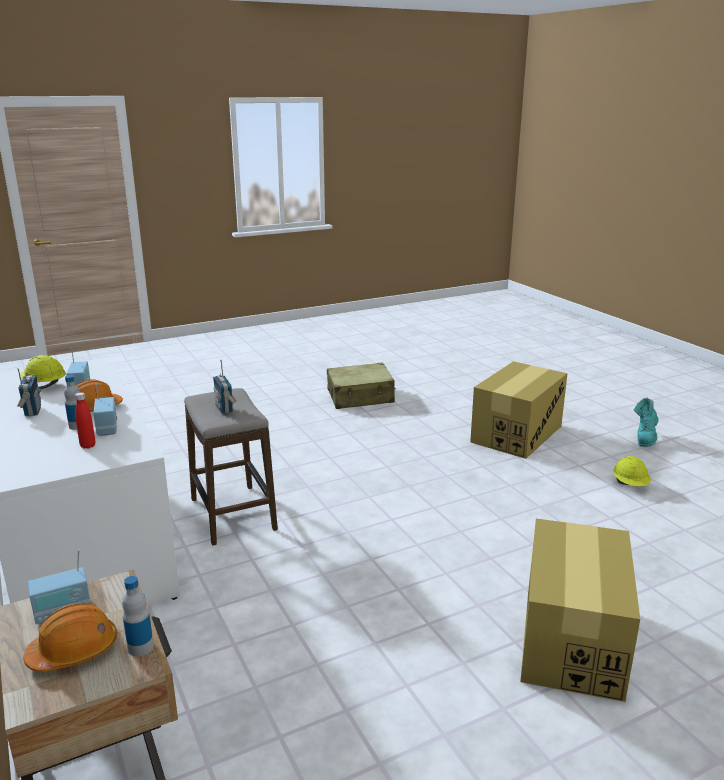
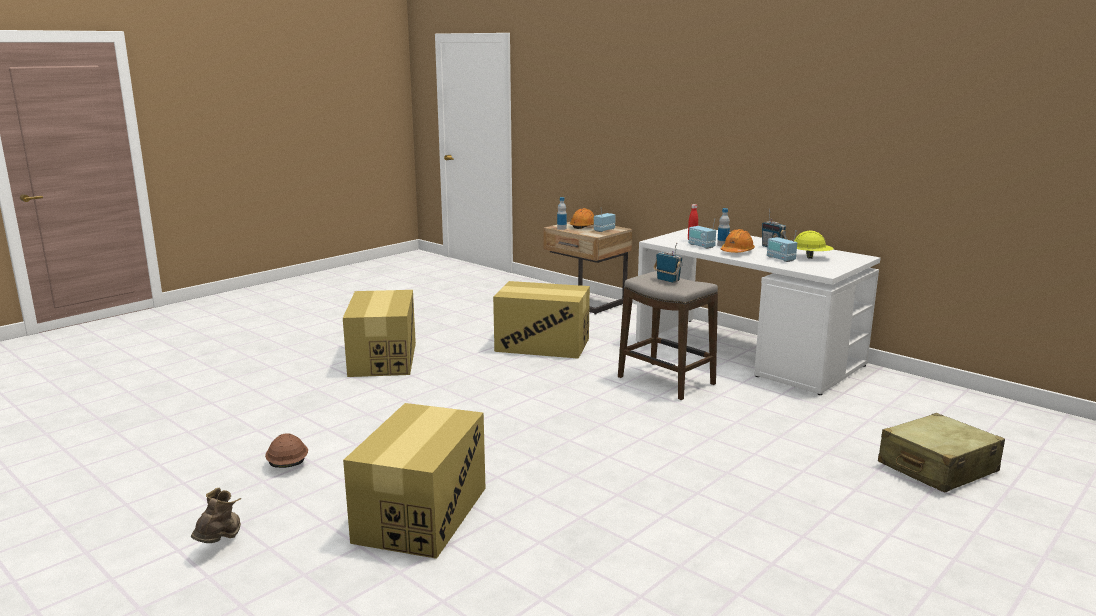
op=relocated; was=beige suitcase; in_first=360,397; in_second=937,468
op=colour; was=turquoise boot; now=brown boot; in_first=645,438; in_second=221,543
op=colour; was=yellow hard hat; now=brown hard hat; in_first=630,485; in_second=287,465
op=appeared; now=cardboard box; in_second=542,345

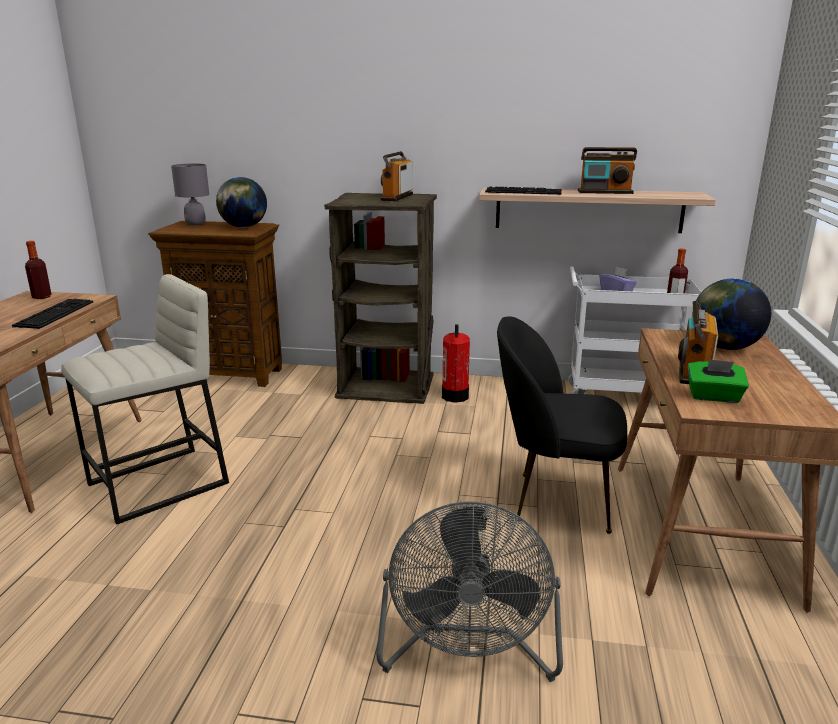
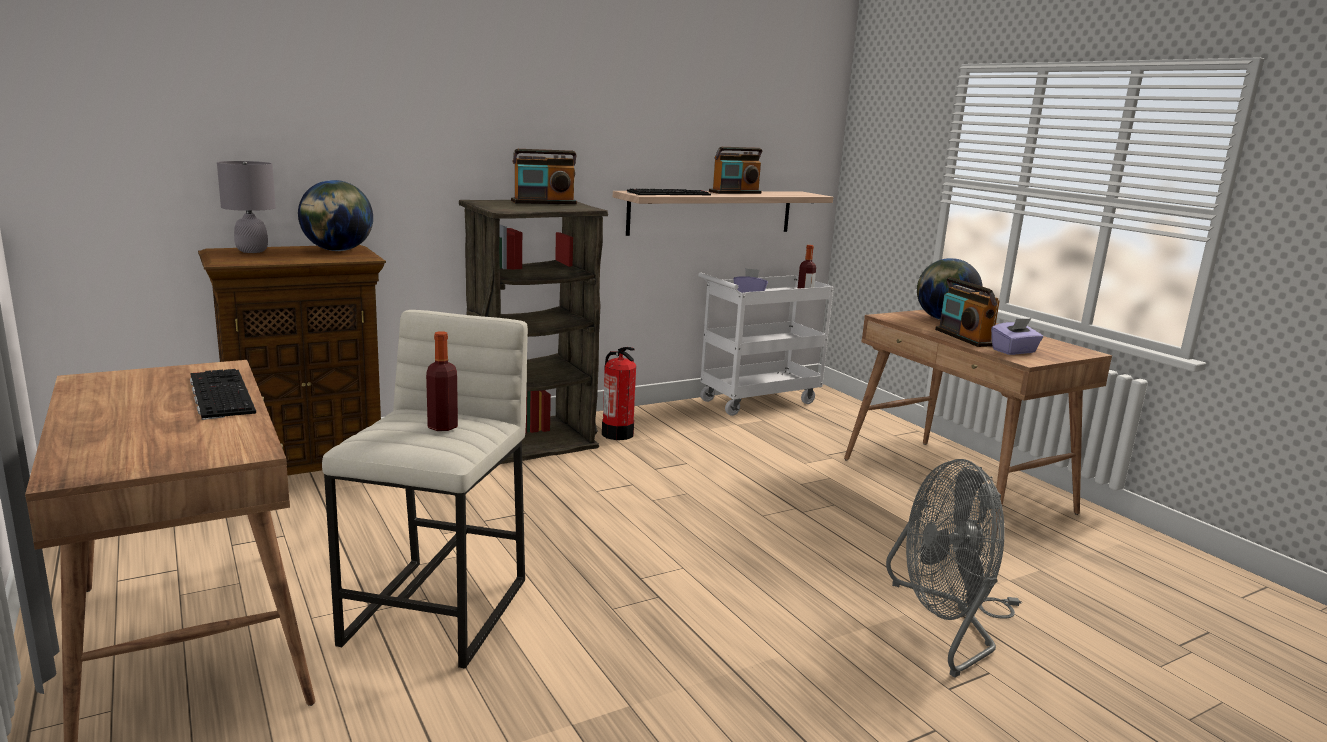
op=spun; was=radio; in_first=397,197; in_second=544,202; clockwise=-90
op=relocated; was=bottle; in_first=42,297; in_second=442,426
op=missing; was=black chair; in_first=552,501
op=colour; was=green tissue box; now=purple tissue box; in_first=713,397; in_second=1014,351
op=spun; was=grey fan; in_first=462,648; in_second=950,623; clockwise=120

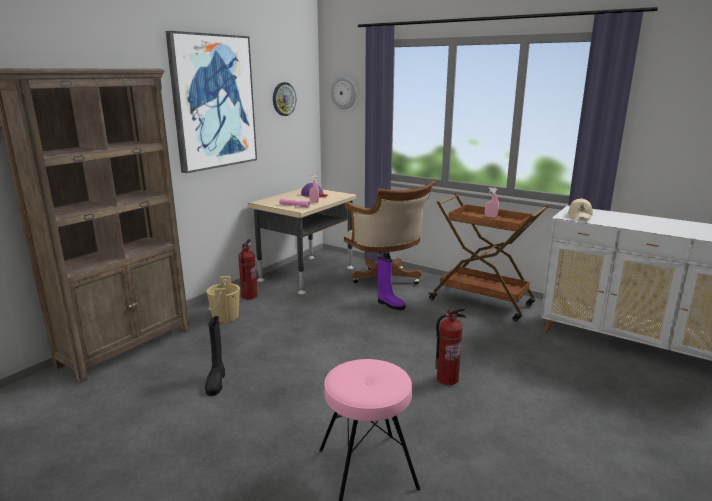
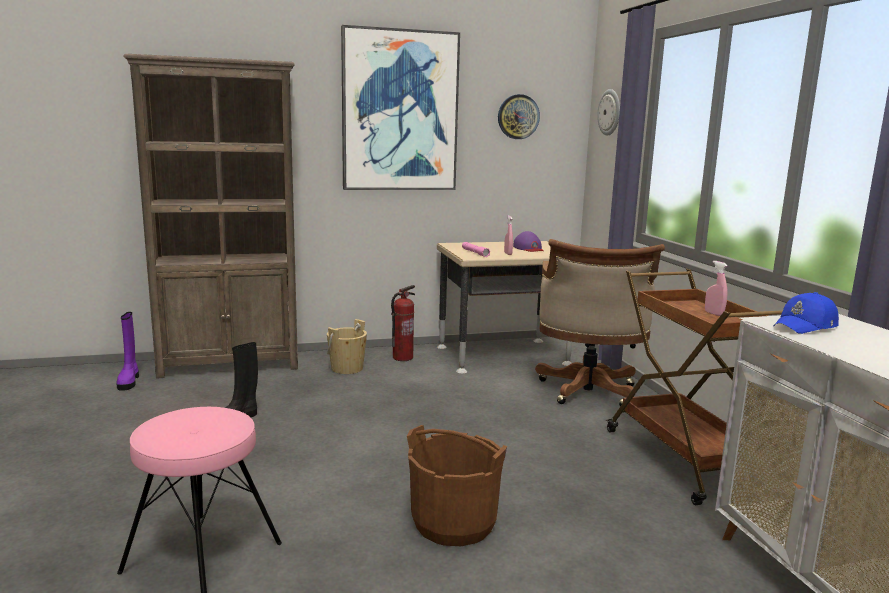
op=colour; was=beige cap; now=blue cap; in_first=580,215; in_second=806,326
op=relocated; was=purple boot; in_first=390,305; in_second=129,381
op=exchanged; was=fire extinguisher; now=brown bucket; in_first=447,379; in_second=454,523

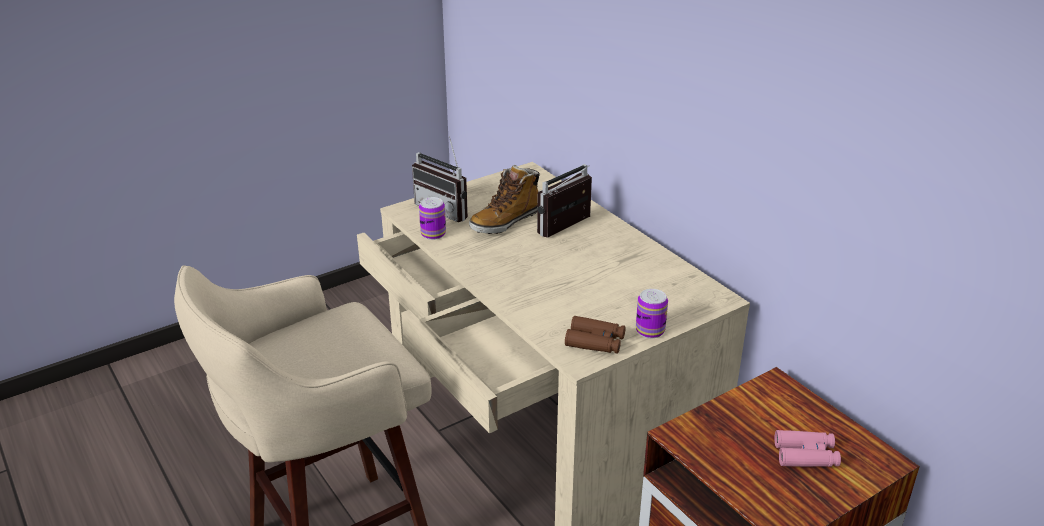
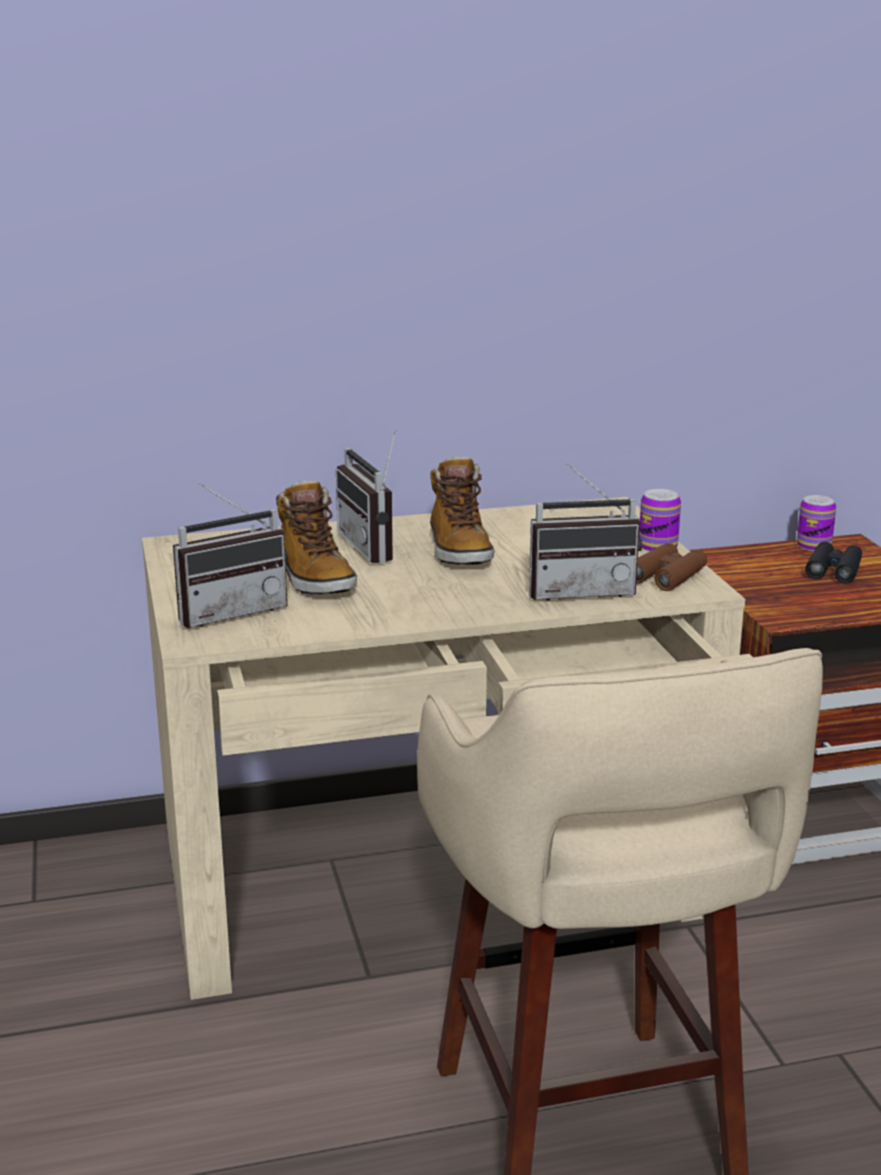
op=relocated; was=can; in_first=433,234; in_second=813,546
op=colour; was=pink binoculars; now=black binoculars; in_first=806,455; in_second=833,570
op=appeared; now=boot; in_second=459,550
op=appeared; now=radio; in_second=580,590

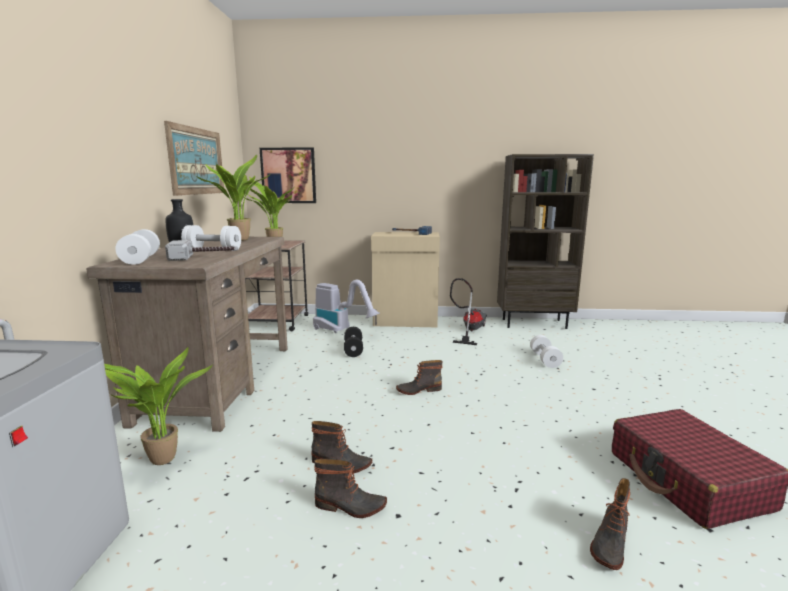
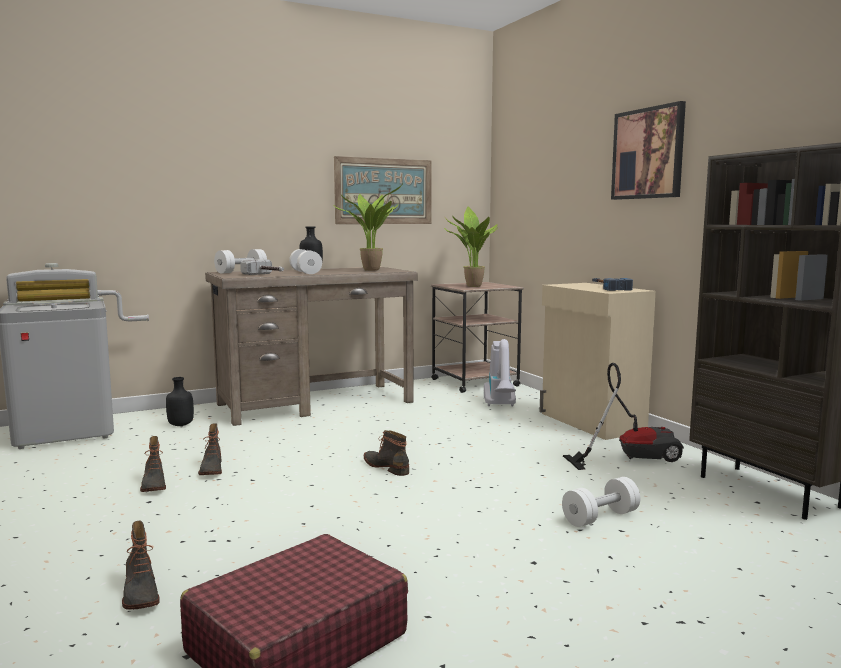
op=relocated; was=picture; in_first=288,175; in_second=648,153
op=missing; was=black dumbbell; in_first=353,350
op=exchanged; was=potted plant; now=black bottle; in_first=163,462; in_second=181,425
op=spun; was=boot; in_first=609,543; in_second=139,593; clockwise=-120

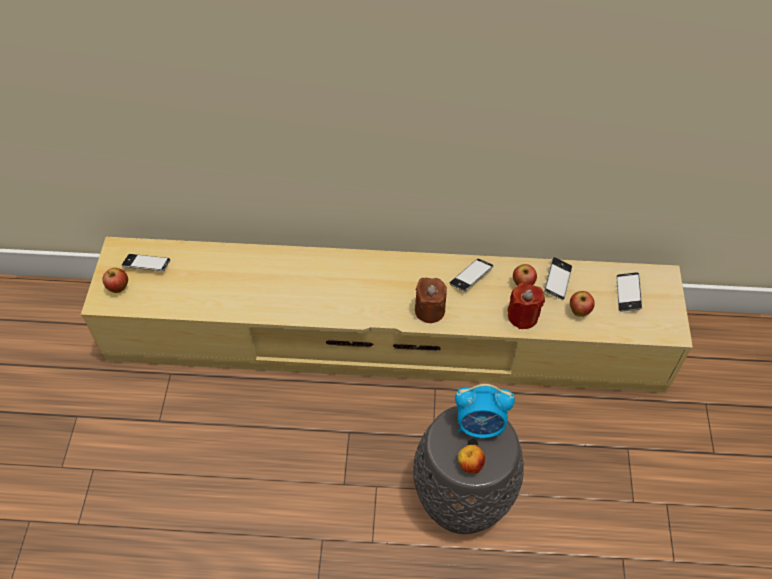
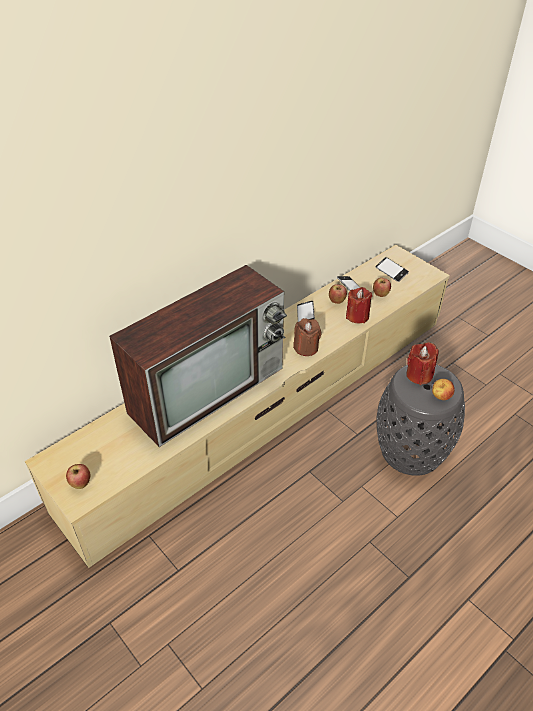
op=missing; was=phone; in_first=147,265
op=exchanged; was=alarm clock; now=red candle; in_first=480,426; in_second=419,375
op=appeared; now=television; in_second=209,388

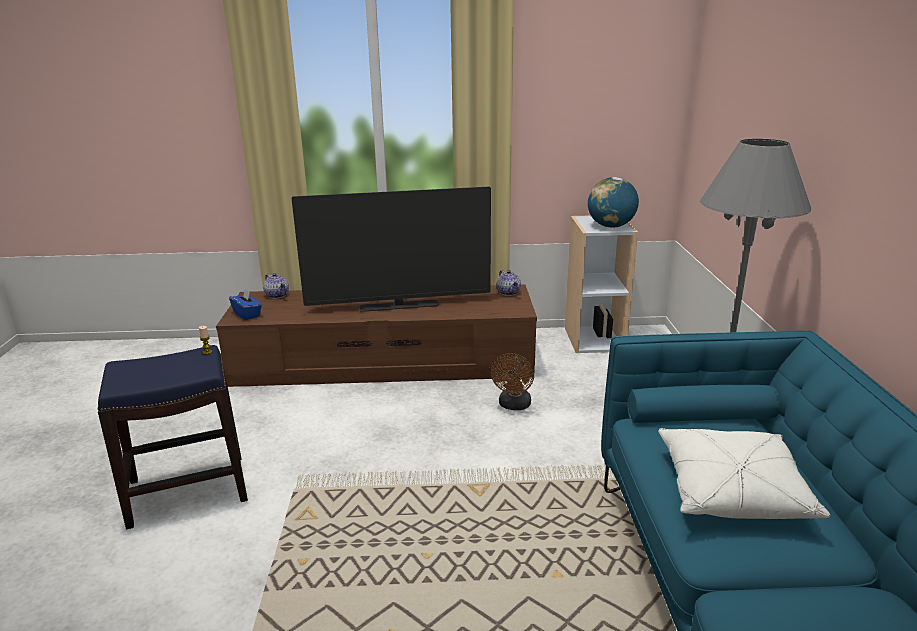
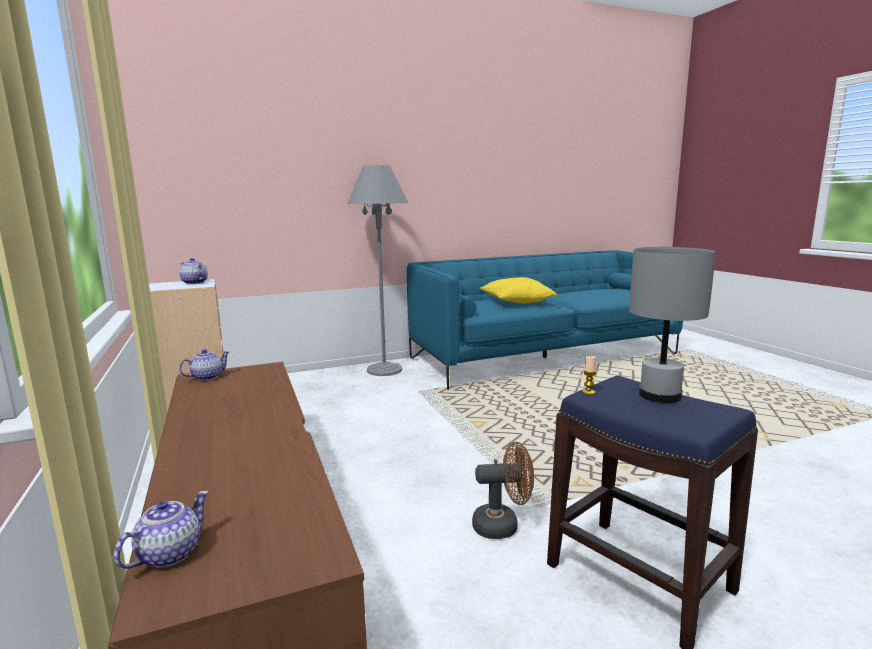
op=exchanged; was=globe; now=teapot; in_first=611,226; in_second=194,283
op=missing; was=television; in_first=399,306
op=missing; was=blue tissue box; in_first=247,314
op=relocated; was=brown fan; in_first=513,406; in_second=503,525
op=colour; was=white pillow; now=yellow pillow; in_first=731,490; in_second=516,302
op=appeared; now=grey table lamp; in_second=659,395

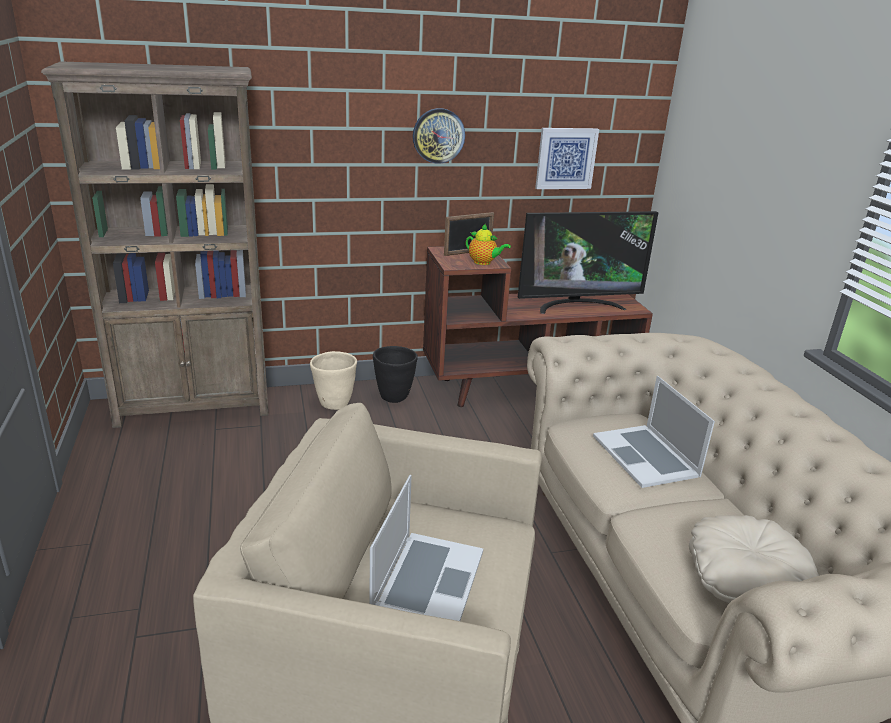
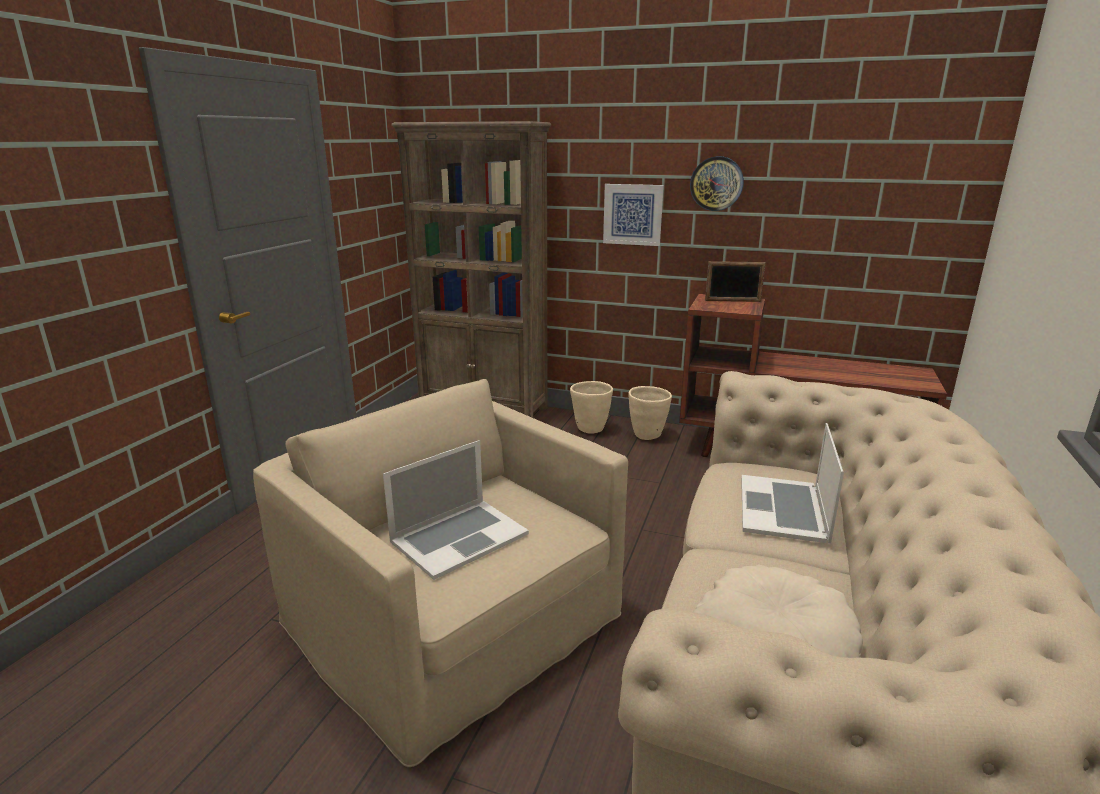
op=relocated; was=picture; in_first=566,158; in_second=633,214
op=missing; was=television; in_first=577,305
op=missing; was=teapot; in_first=484,262
op=colour; was=black planter; now=beige planter; in_first=394,396; in_second=647,435

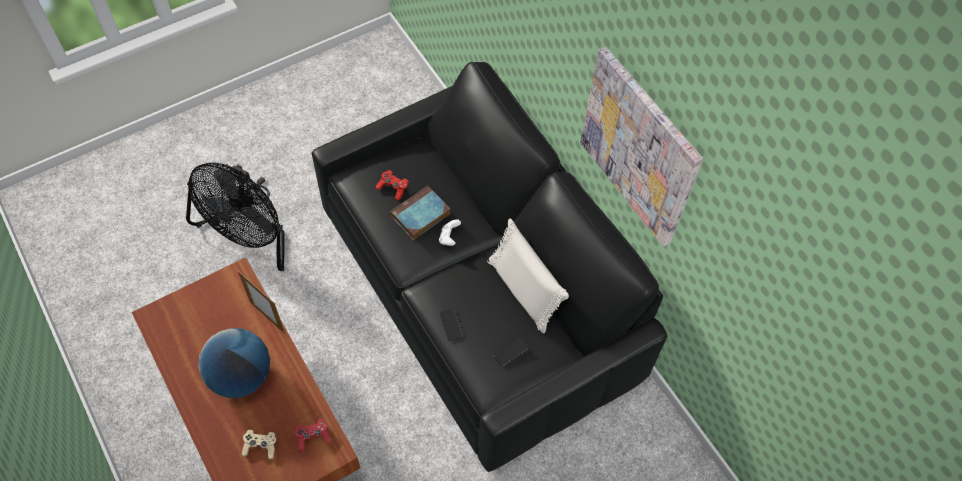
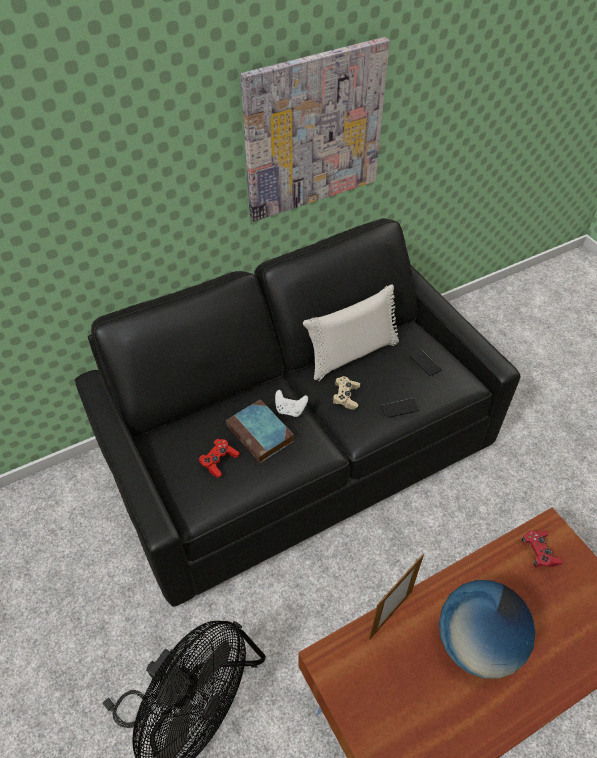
op=relocated; was=beige game controller; in_first=260,446; in_second=346,397

